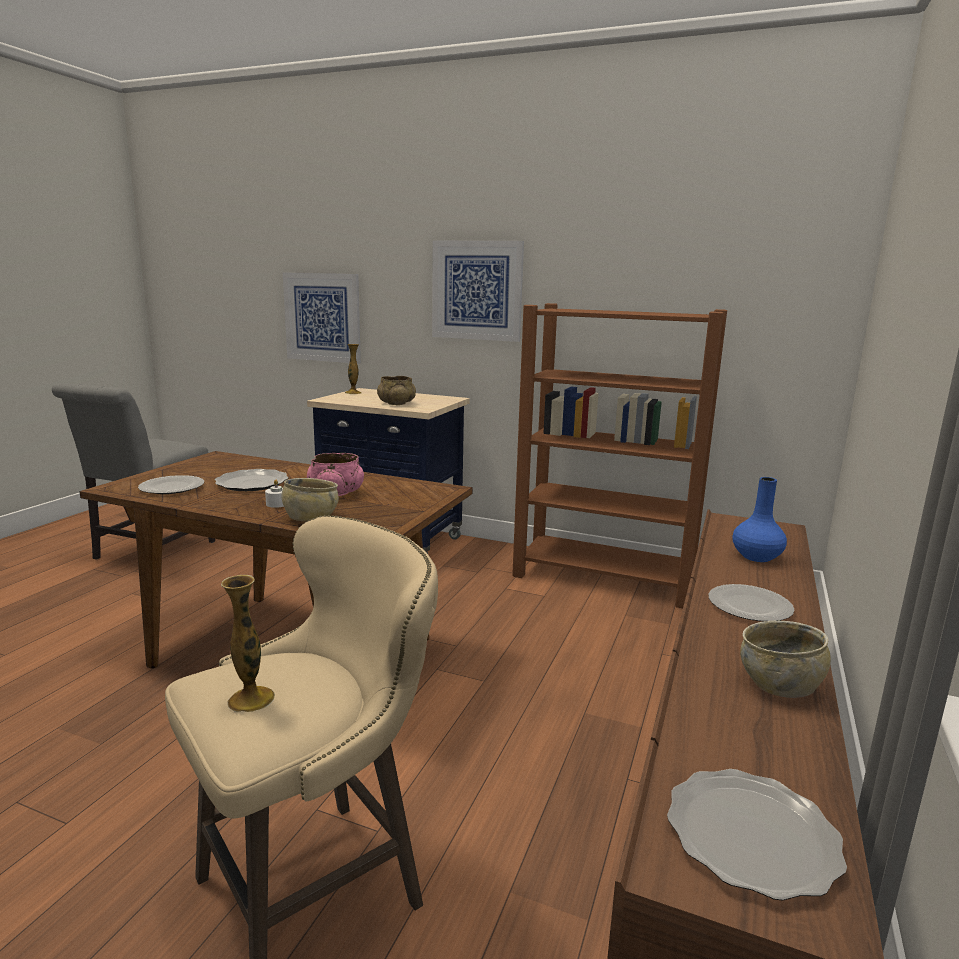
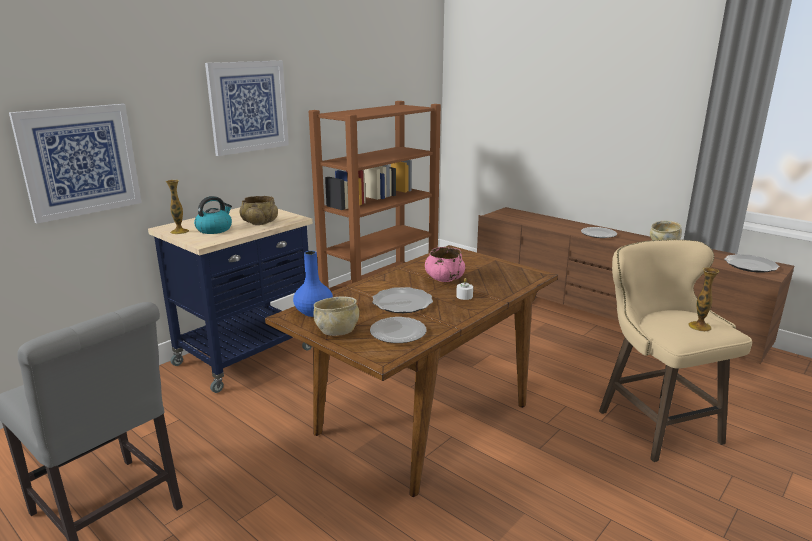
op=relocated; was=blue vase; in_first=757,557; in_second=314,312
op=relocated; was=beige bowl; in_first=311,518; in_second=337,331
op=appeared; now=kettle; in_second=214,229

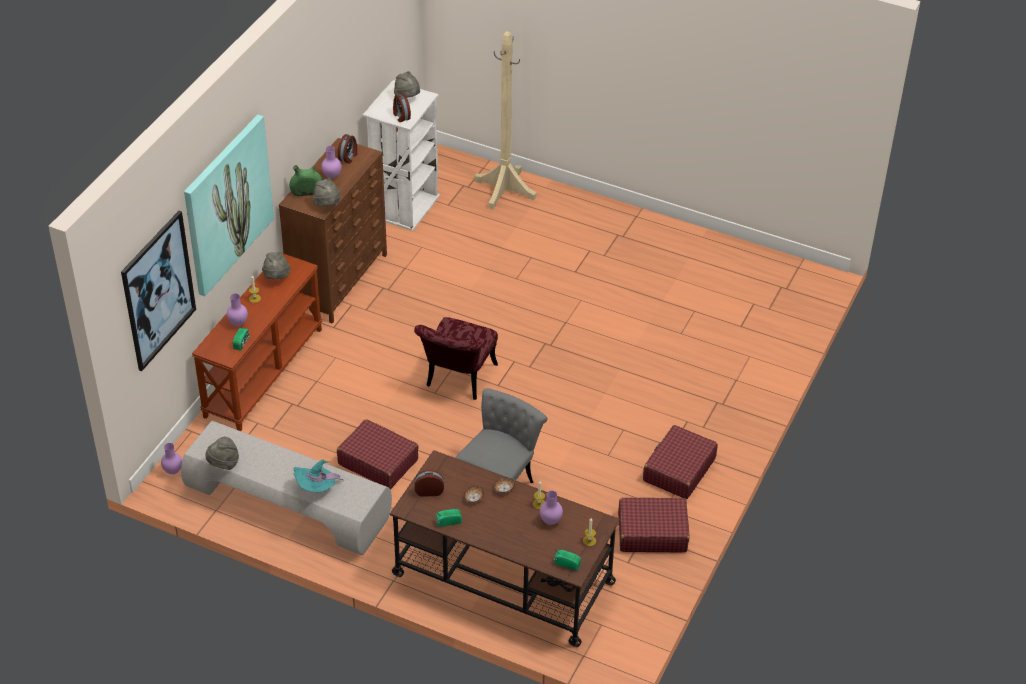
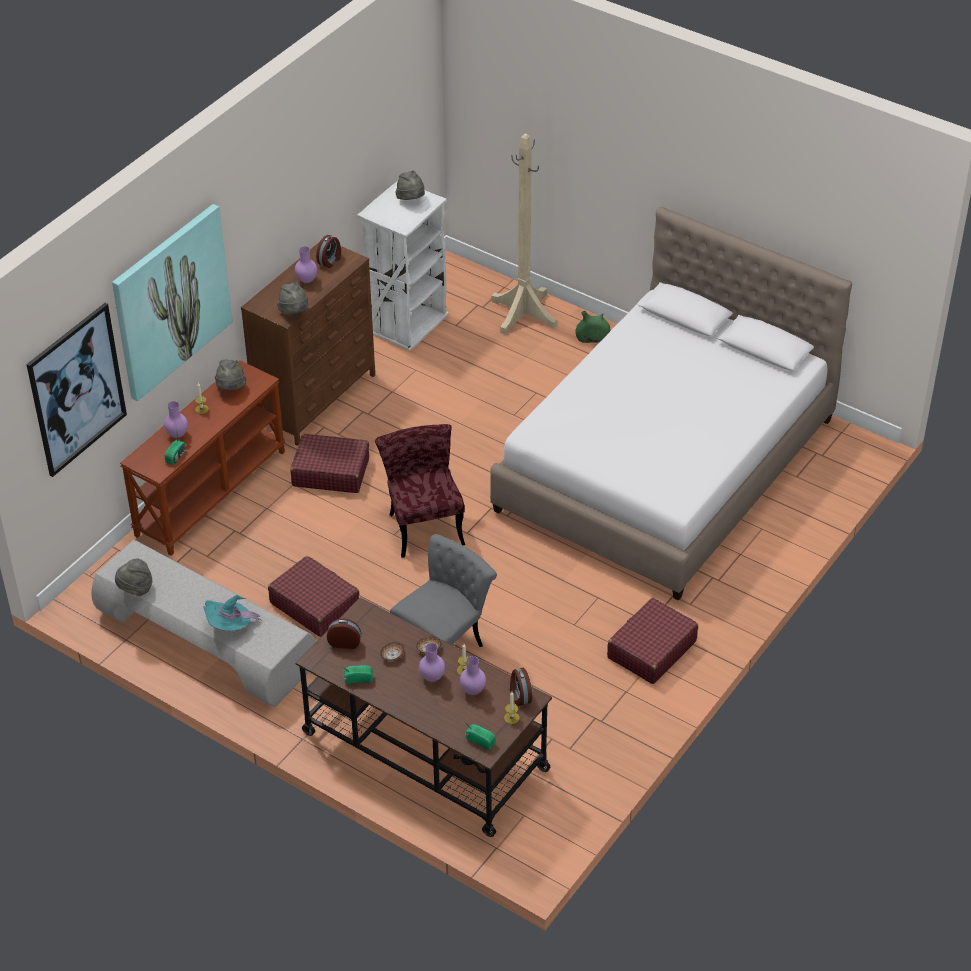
op=relocated; was=alarm clock; in_first=401,116; in_second=520,696
op=relocated; was=green vase; in_first=307,192; in_second=592,339
op=spun; was=red chair; in_first=458,380; in_second=423,523; clockwise=135
op=relocated; was=purple vase; in_first=173,471; in_second=432,678
op=relocated; was=red suitcase; in_first=652,532; in_second=330,472
op=appeared; now=white bed; in_second=666,464

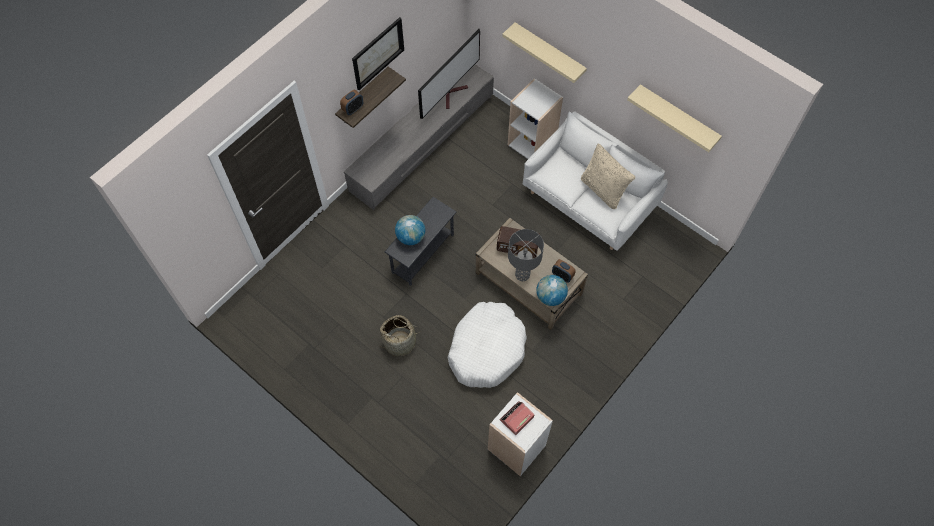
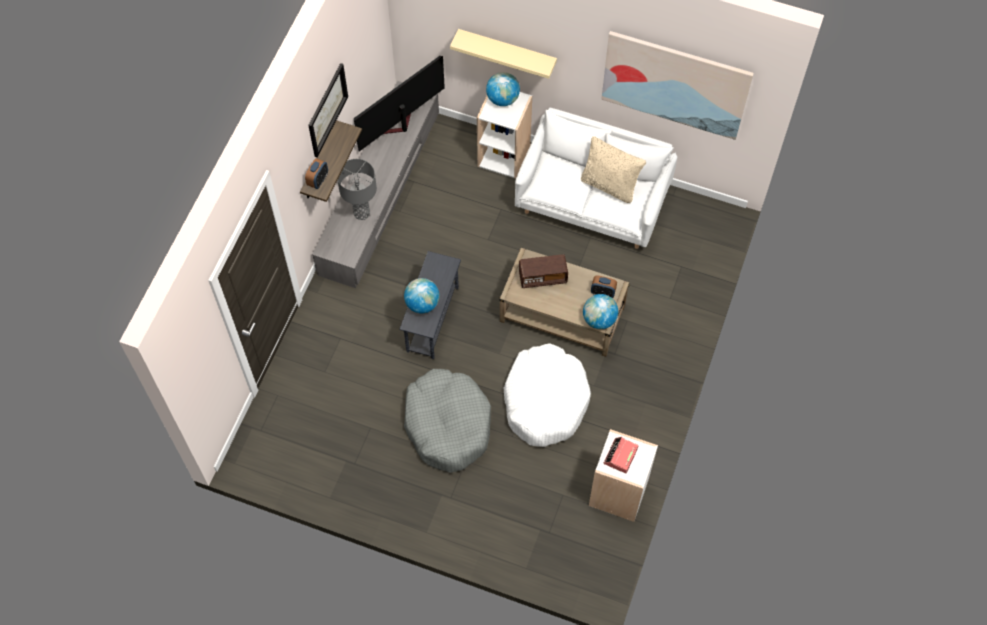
op=spun; was=television; in_first=452,93; in_second=399,127; clockwise=-150
op=exchanged; was=beige shelf; now=picture; in_first=677,117; in_second=675,84
op=relocated; was=grey table lamp; in_first=522,275; in_second=361,213
op=exchanged; was=basket; now=grey dog bed; in_first=400,342; in_second=447,424
op=appeared; now=globe; in_second=503,99

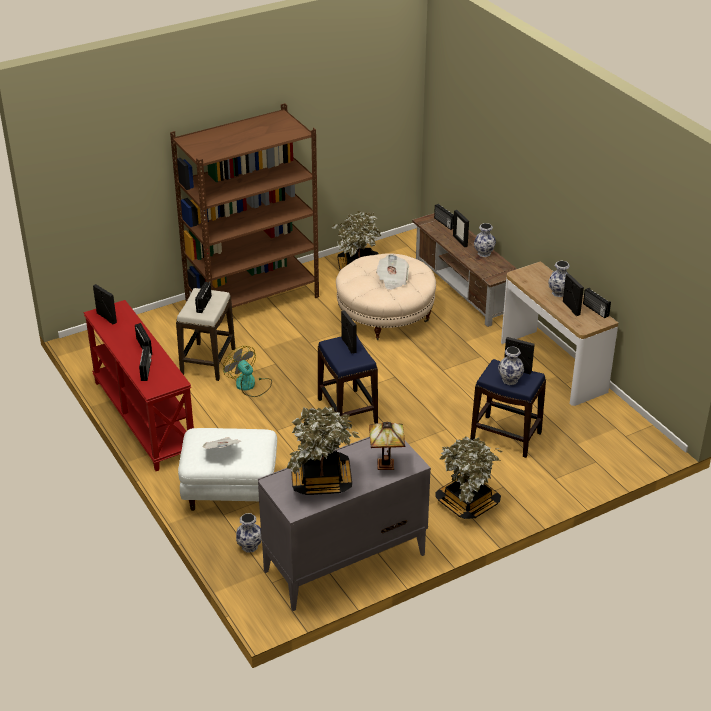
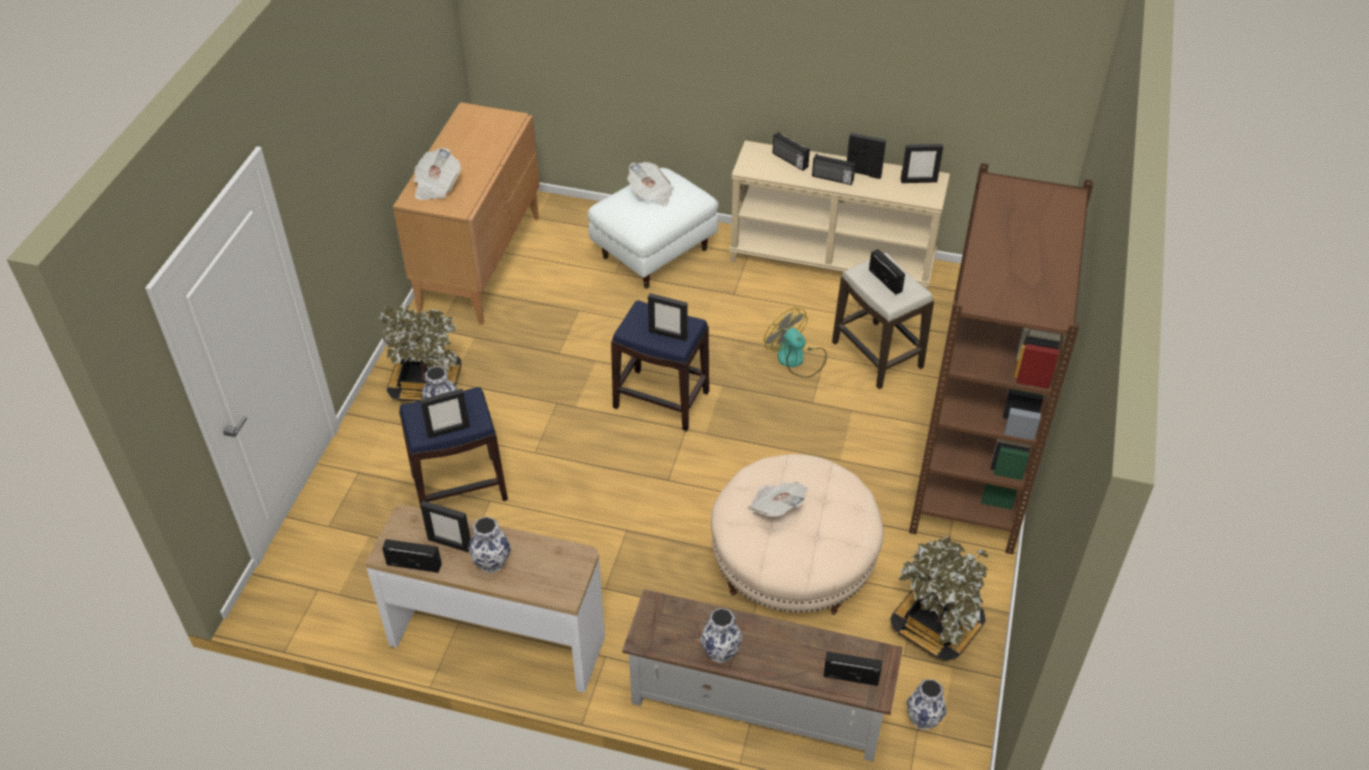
op=relocated; was=picture frame; in_first=460,241; in_second=863,173
op=colour; was=red console table; now=beige console table; in_first=142,418; in_second=832,260
op=spun; was=fan; in_first=249,385; in_second=796,359; clockwise=-135
op=missing; was=potted plant; in_first=321,481
op=exchanged; was=table lamp; now=newspaper; in_first=387,464; in_second=436,186
op=colour; was=grey cabinet; now=brown cabinet; in_first=344,562; in_second=480,263
op=relocated; was=vase; in_first=250,546; in_second=922,719

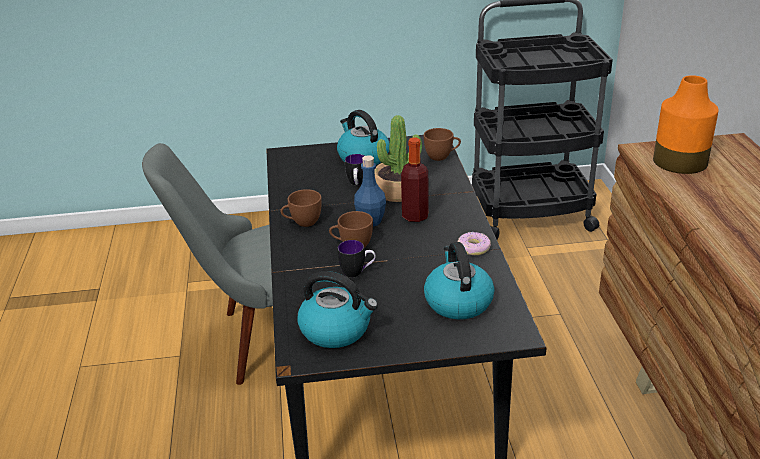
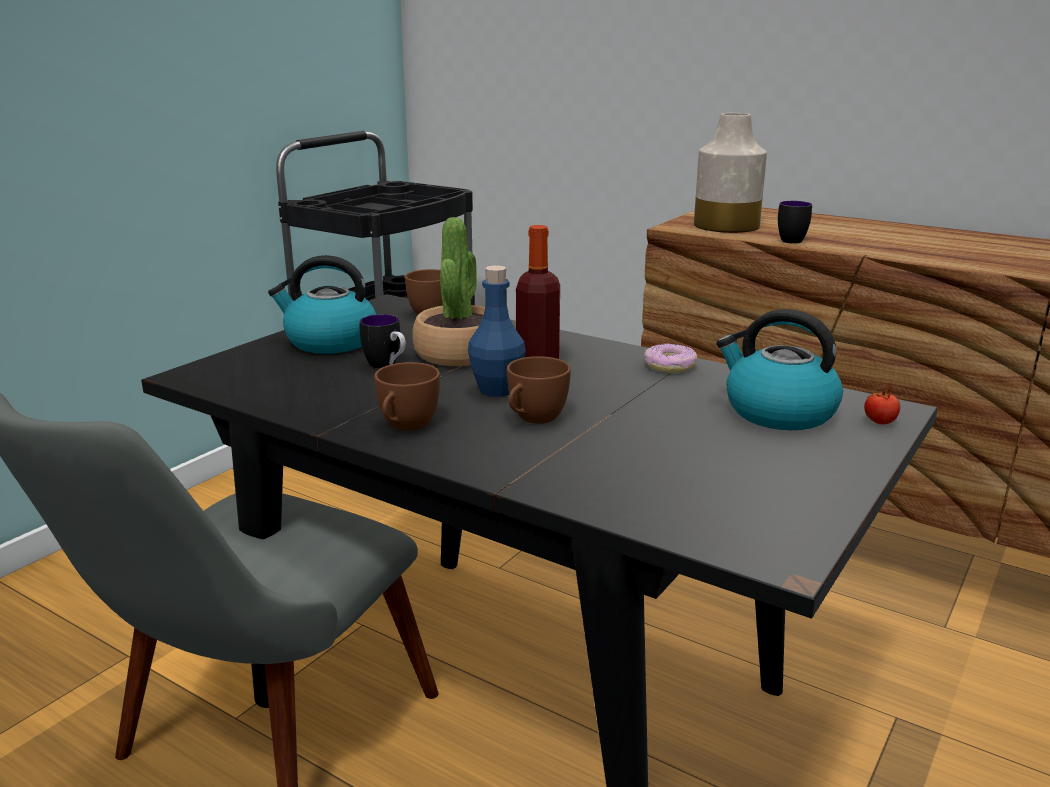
op=colour; was=orange vase; now=beige vase; in_first=679,161; in_second=725,225
op=relocated; was=mug; in_first=357,273; in_second=794,240
op=missing; was=kettle; in_first=336,330
op=appeared; now=tomato; in_second=879,422

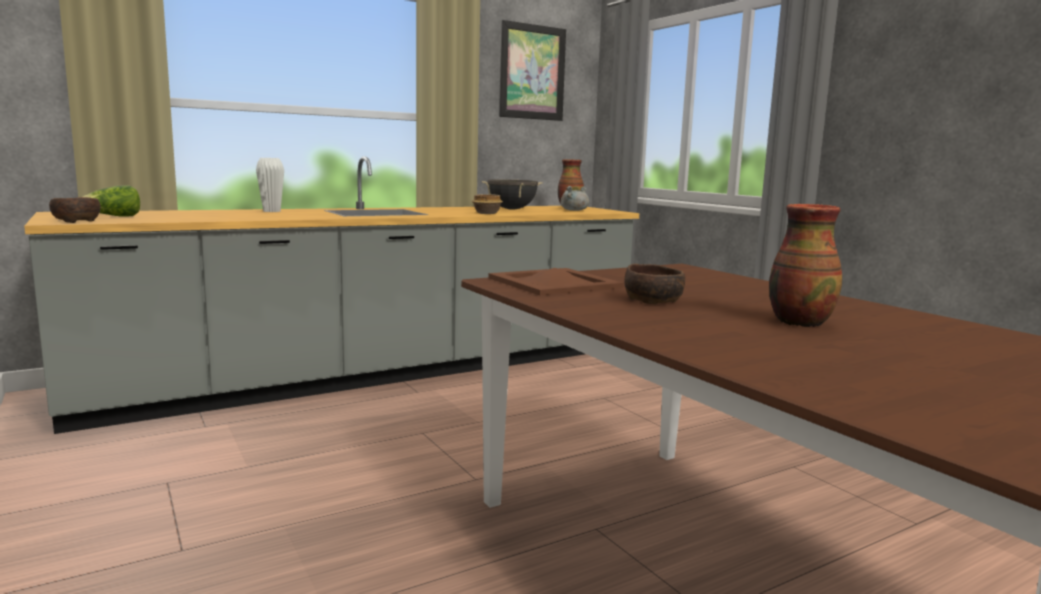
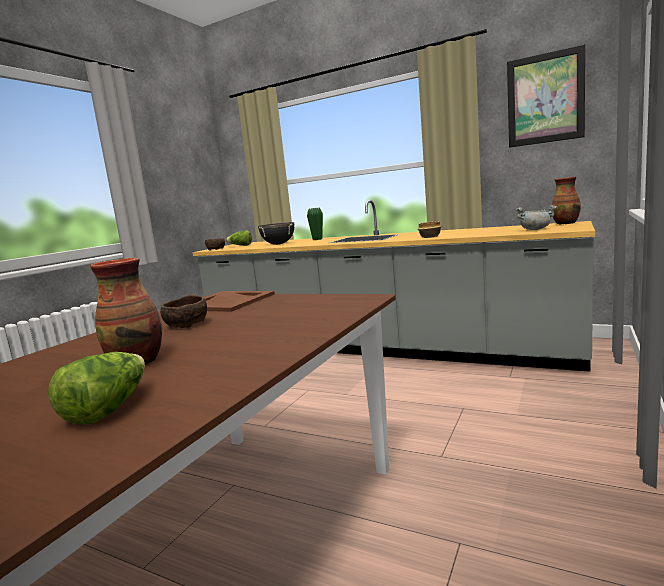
op=colour; was=white vase; now=green vase; in_first=272,211; in_second=317,239
op=relocated; was=black cooking pot; in_first=512,209; in_second=278,244
op=appeared; now=lettuce; in_second=108,408

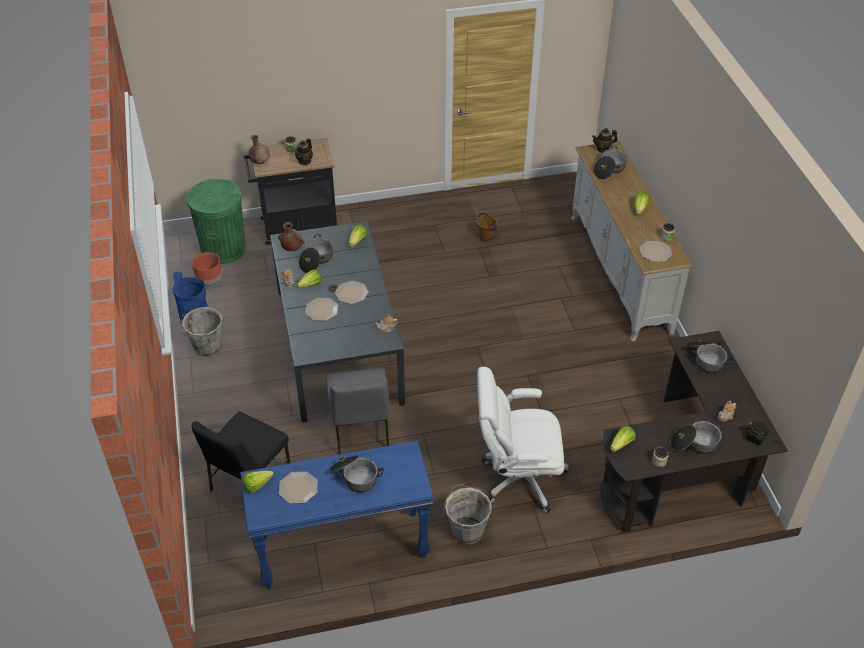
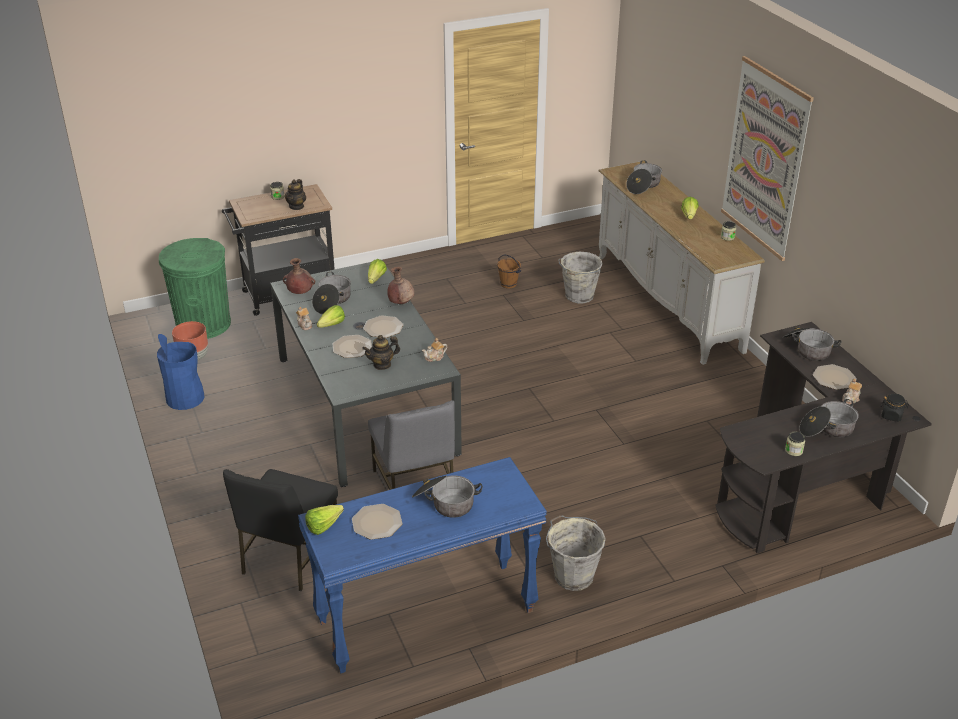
op=relocated; was=teapot; in_first=603,149; in_second=382,364
op=relocated; was=brown vase; in_first=260,162; in_second=401,303
op=relocated; was=plate; in_first=655,252; in_second=833,378
op=relocated; was=grey bucket; in_first=206,347; in_second=578,296
op=missing; was=white office chair; in_first=516,477
op=missing; was=lettuce; in_first=621,444
op=appeared; now=picture; in_second=764,159

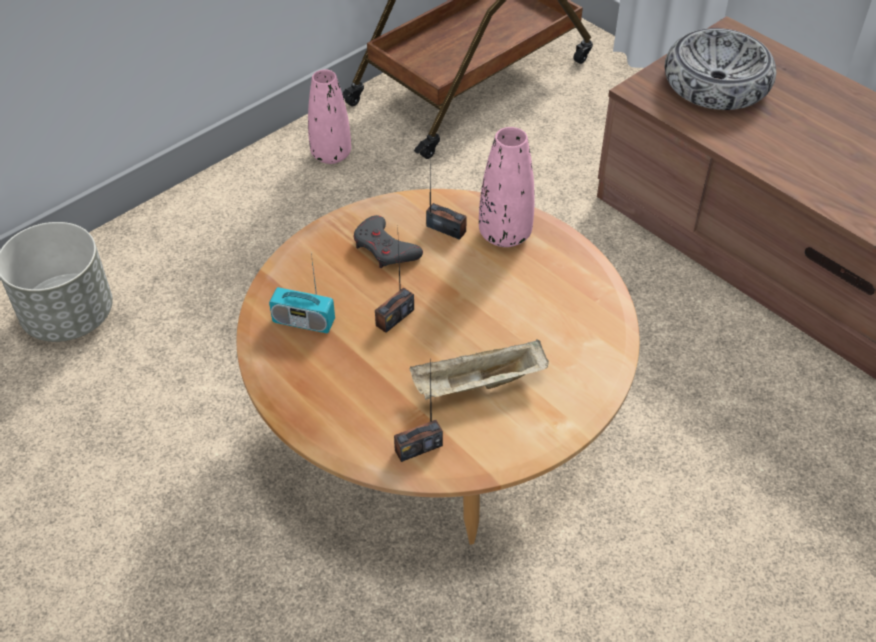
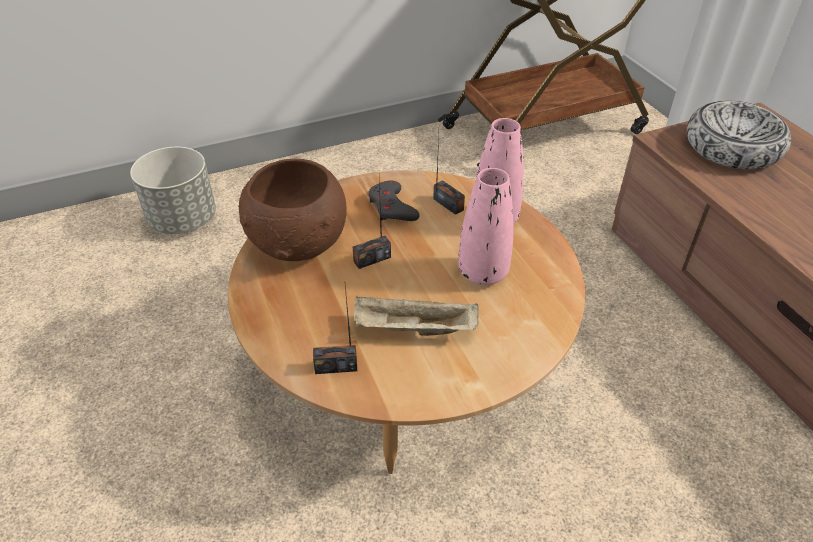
op=relocated; was=pink vase; in_first=331,155; in_second=483,273
op=exchanged; was=radio; now=brown bowl; in_first=303,321; in_second=299,244

